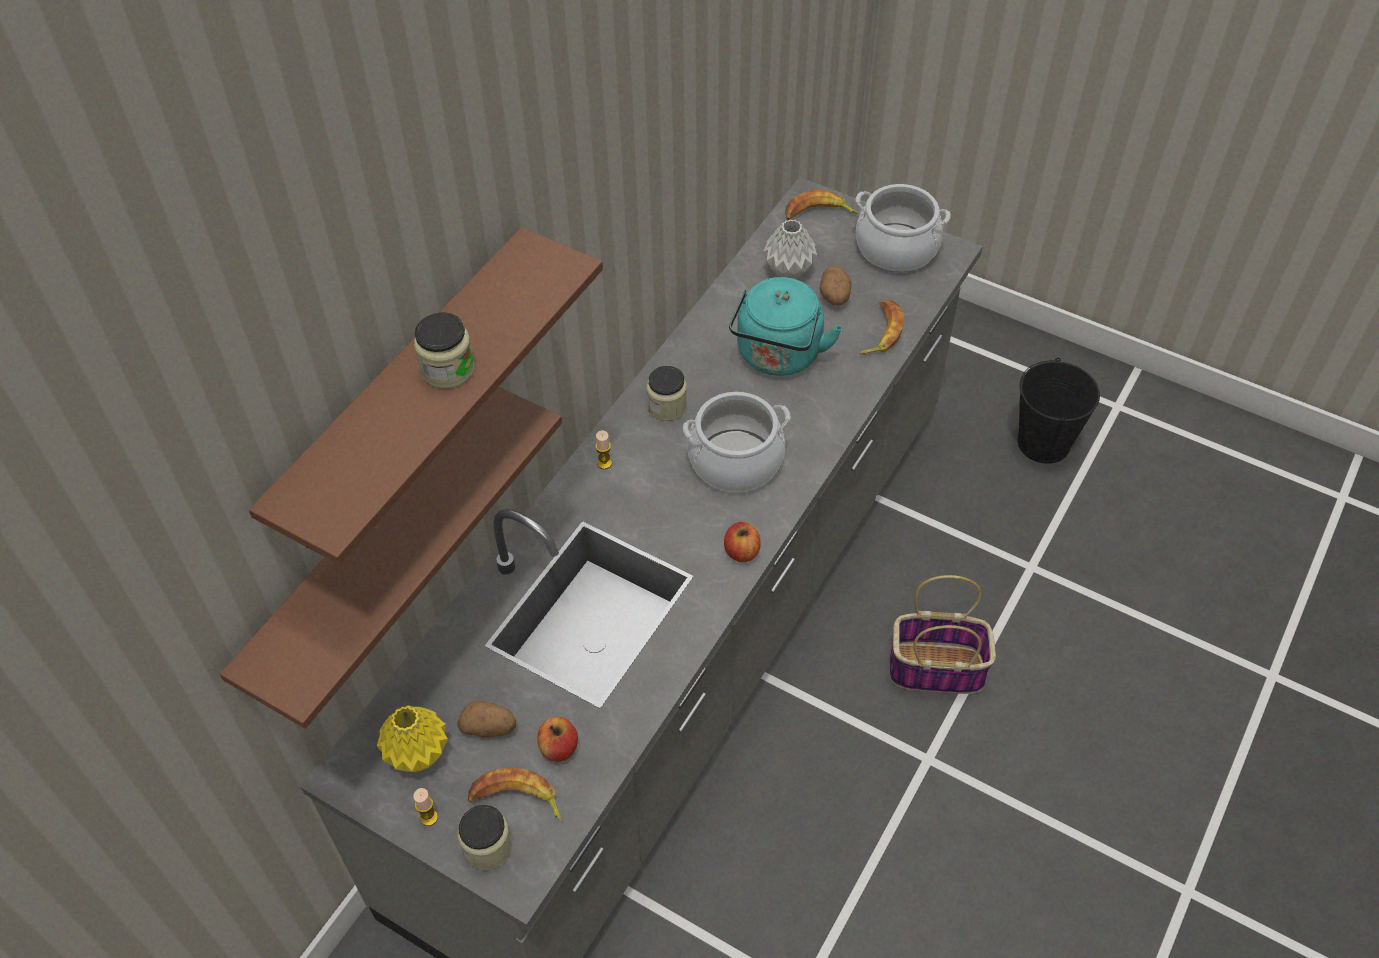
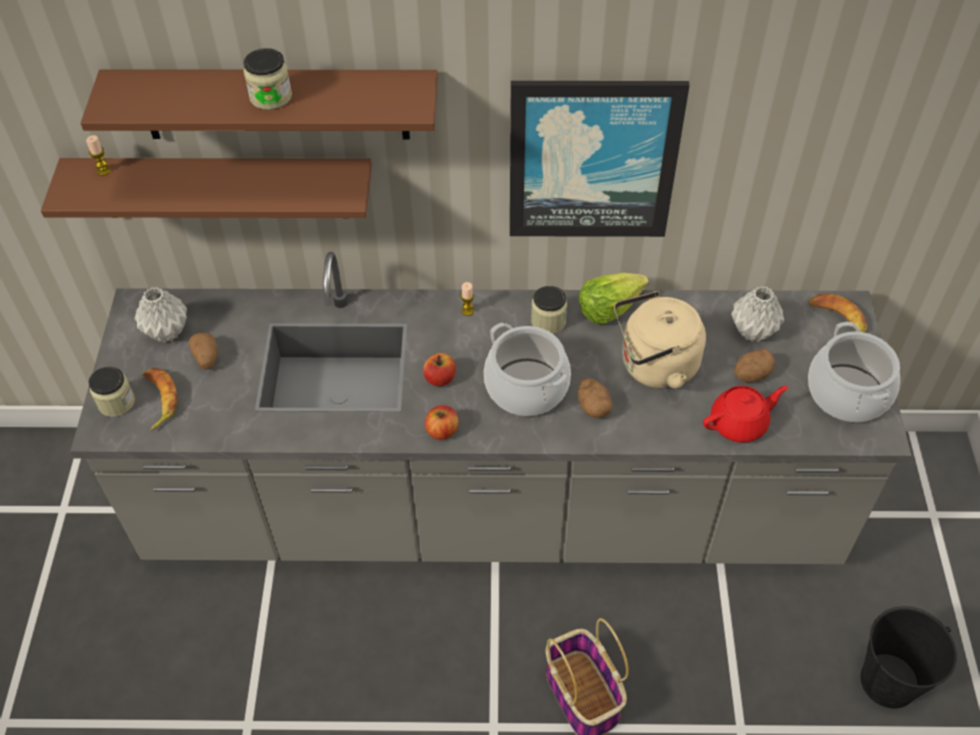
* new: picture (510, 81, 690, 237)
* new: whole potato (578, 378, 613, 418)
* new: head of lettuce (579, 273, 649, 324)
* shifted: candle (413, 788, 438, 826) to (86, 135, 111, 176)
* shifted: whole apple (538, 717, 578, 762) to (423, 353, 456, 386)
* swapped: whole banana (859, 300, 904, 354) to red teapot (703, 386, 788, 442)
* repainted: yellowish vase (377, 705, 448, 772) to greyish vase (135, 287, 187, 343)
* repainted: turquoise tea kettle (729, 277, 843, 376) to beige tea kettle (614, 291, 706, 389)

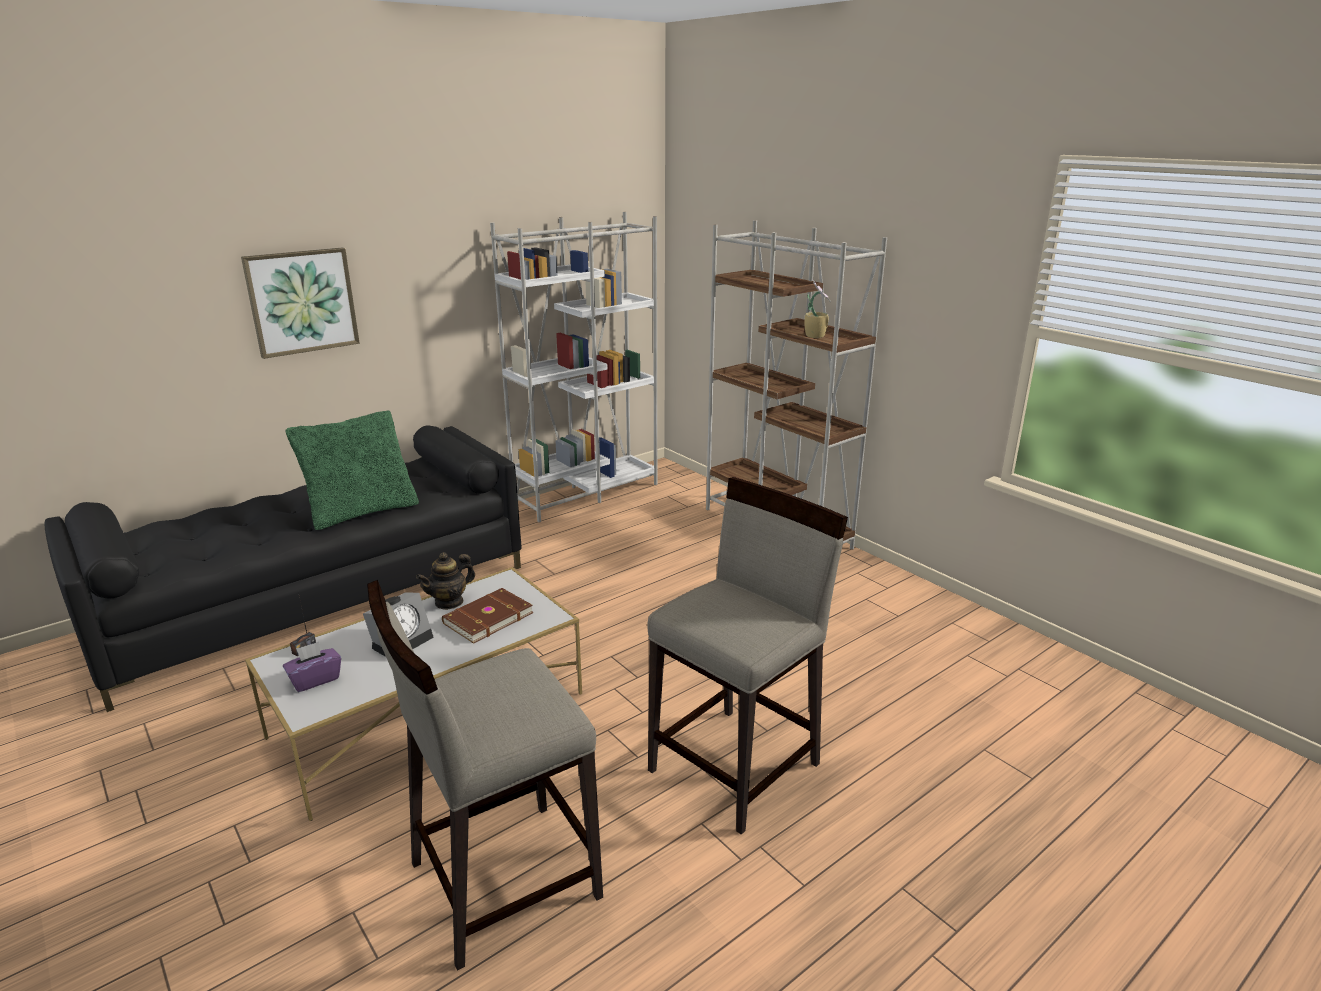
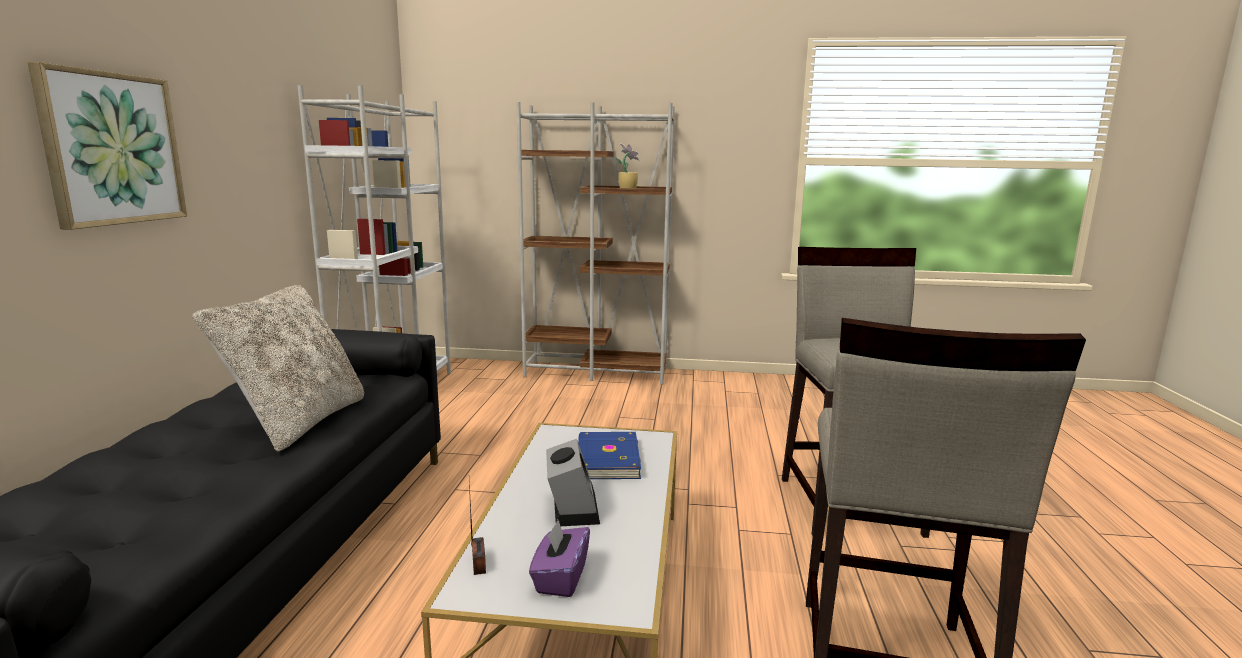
* gone: teapot (416, 552, 475, 610)
* repainted: green throw pillow (285, 411, 419, 530) to beige throw pillow (192, 285, 364, 451)
* repainted: brown-coloured book (442, 588, 533, 644) to blue-coloured book (578, 432, 641, 479)

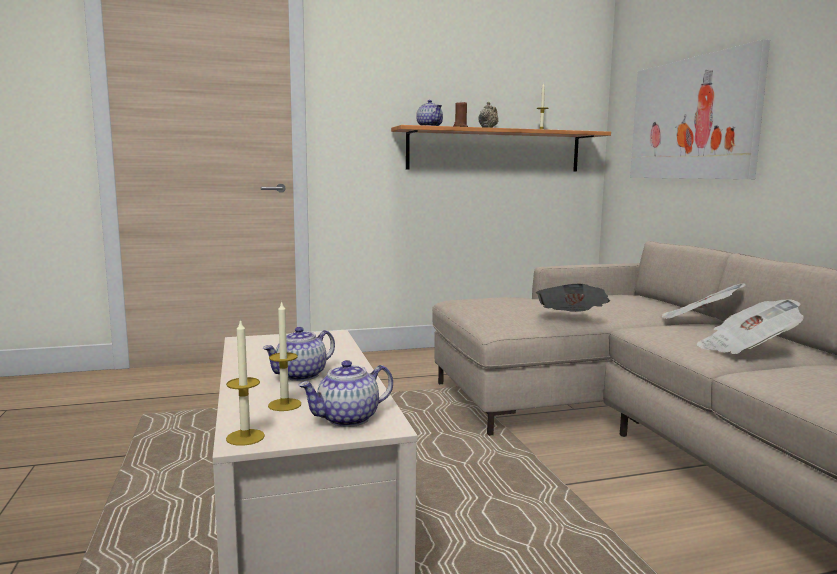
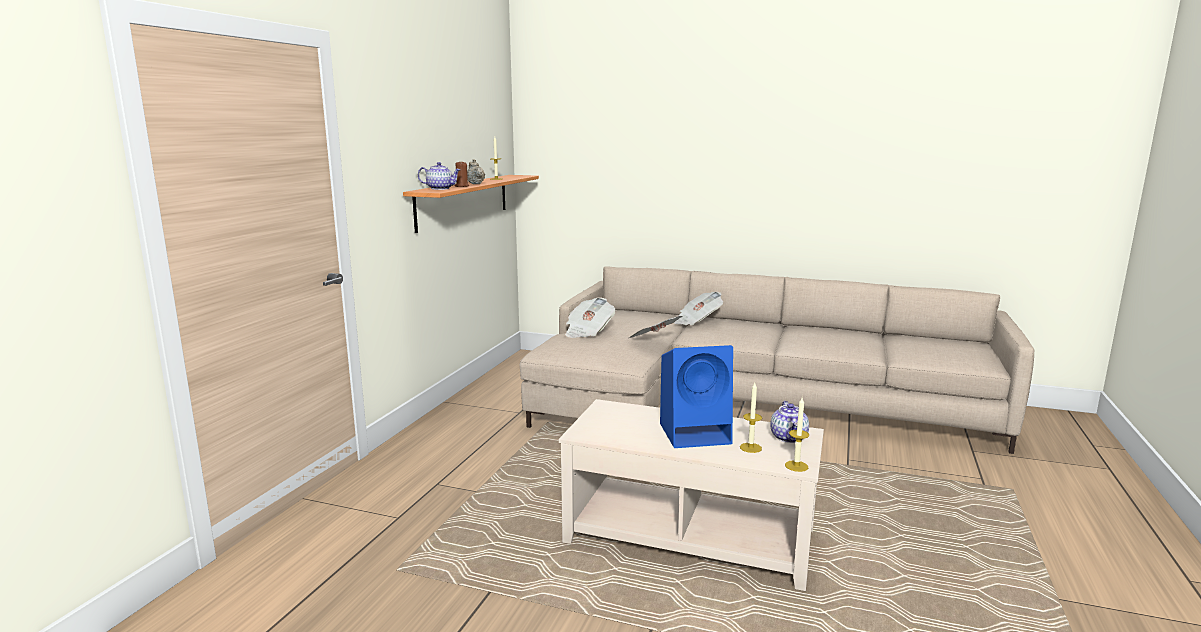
* gone: picture (630, 39, 770, 179)
* shifted: newspaper (697, 299, 804, 354) to (565, 297, 616, 338)
* swapped: teapot (262, 327, 335, 381) to blue-coloured loudspeaker (660, 345, 733, 448)

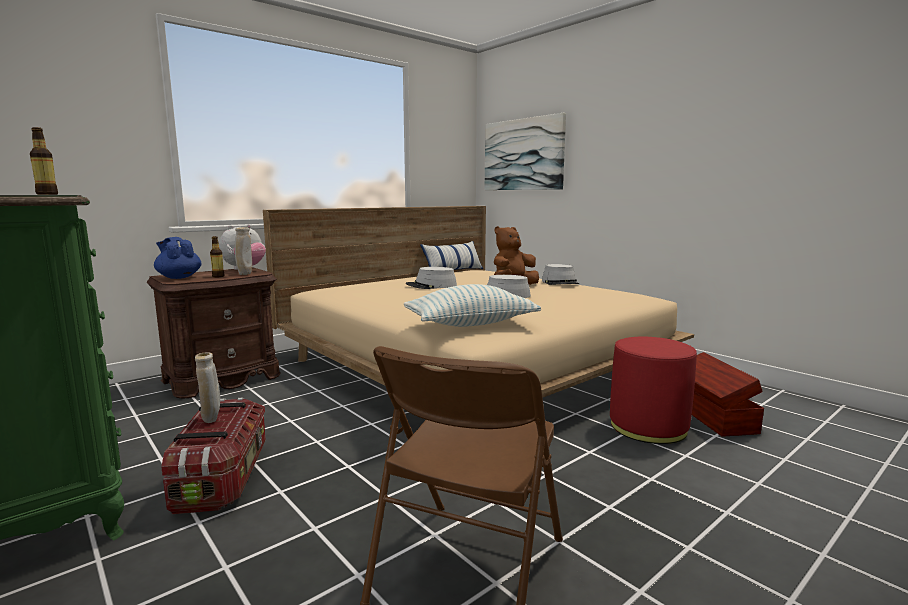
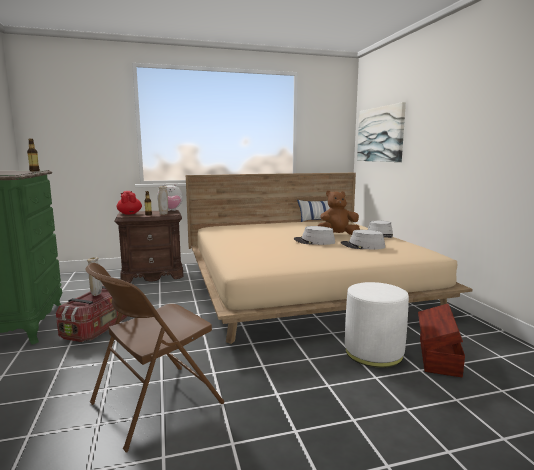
* gone: throw pillow (404, 284, 541, 327)
* shifted: greyish clothing hat (406, 267, 457, 289) to (341, 230, 385, 250)
* repainted: blue-coloured teapot (154, 237, 201, 279) to red teapot (117, 191, 142, 215)
* repainted: red pouffe (610, 337, 697, 444) to white pouffe (345, 282, 409, 368)

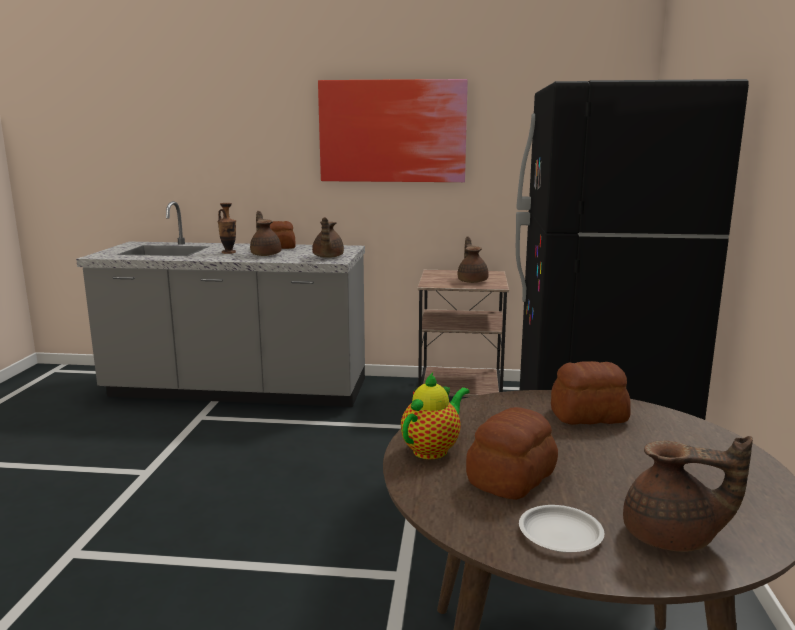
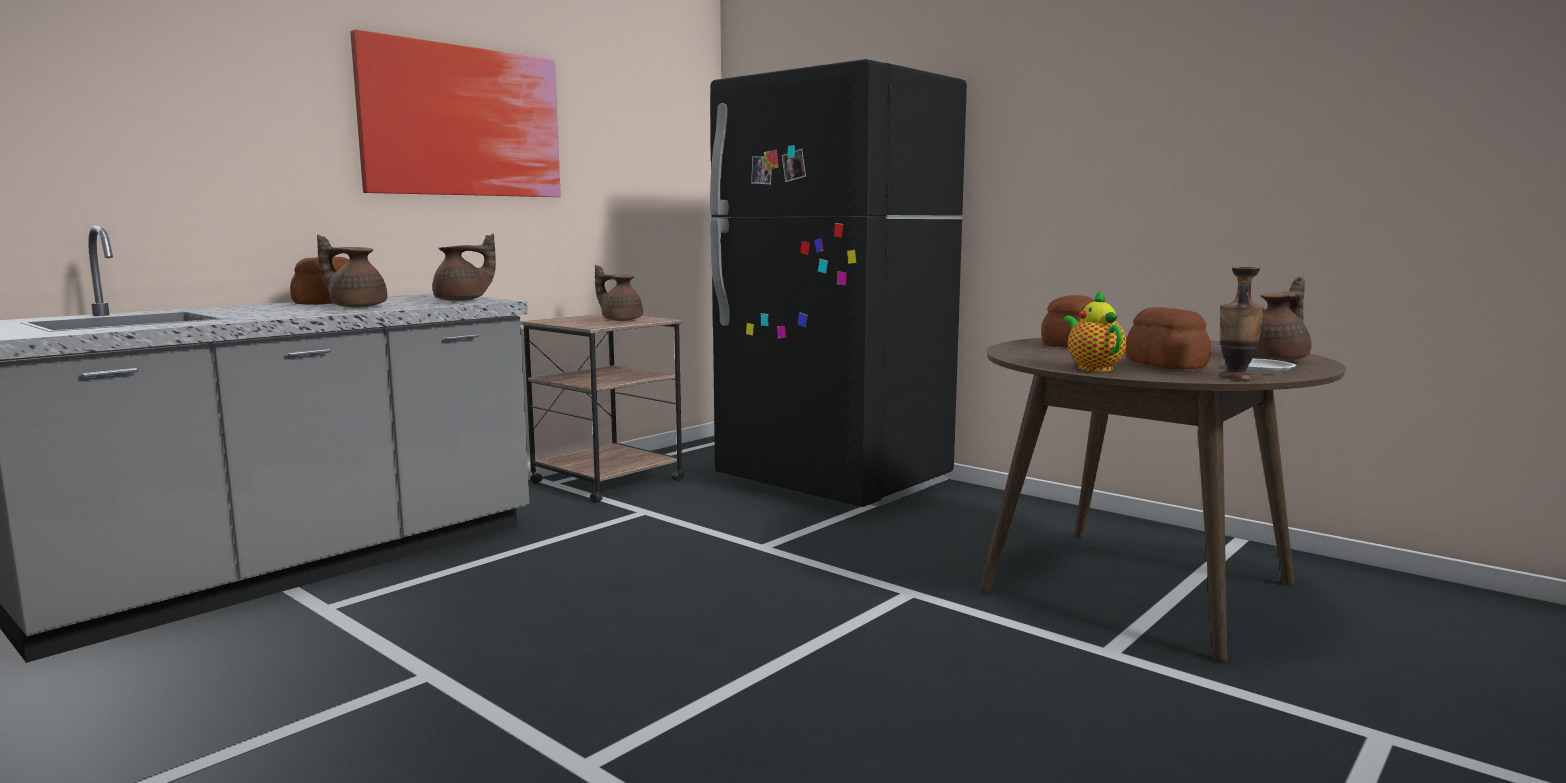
* shifted: vase (218, 203, 236, 254) to (1219, 267, 1265, 380)
* rotated: brown-coloured teapot (312, 217, 344, 258) = (433, 234, 496, 301) 60 degrees counterclockwise

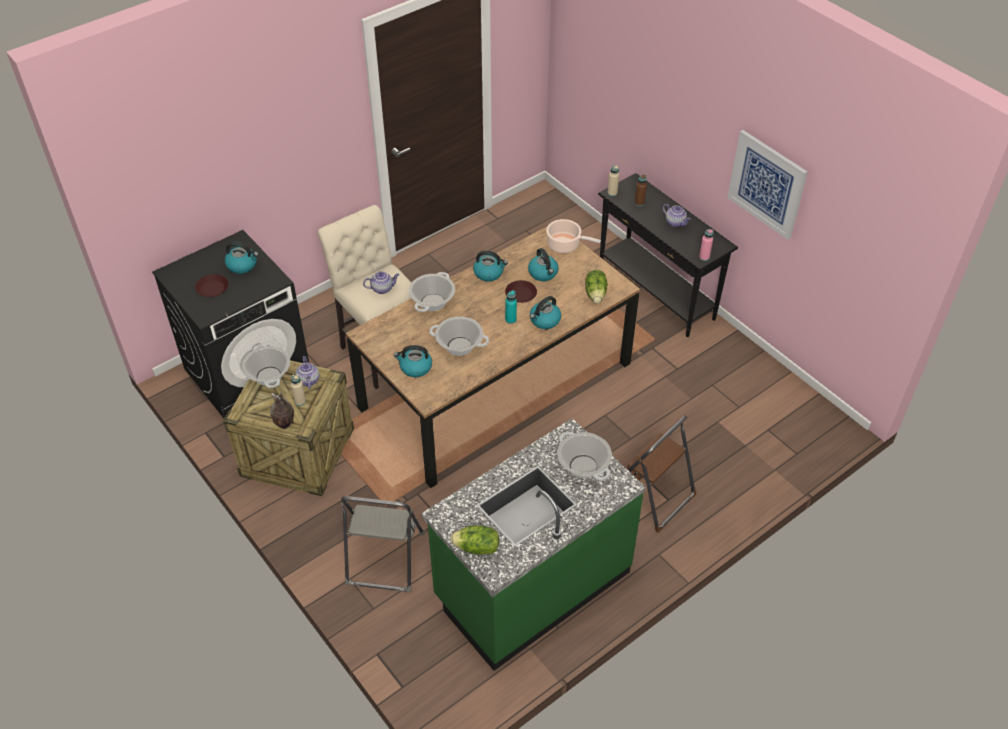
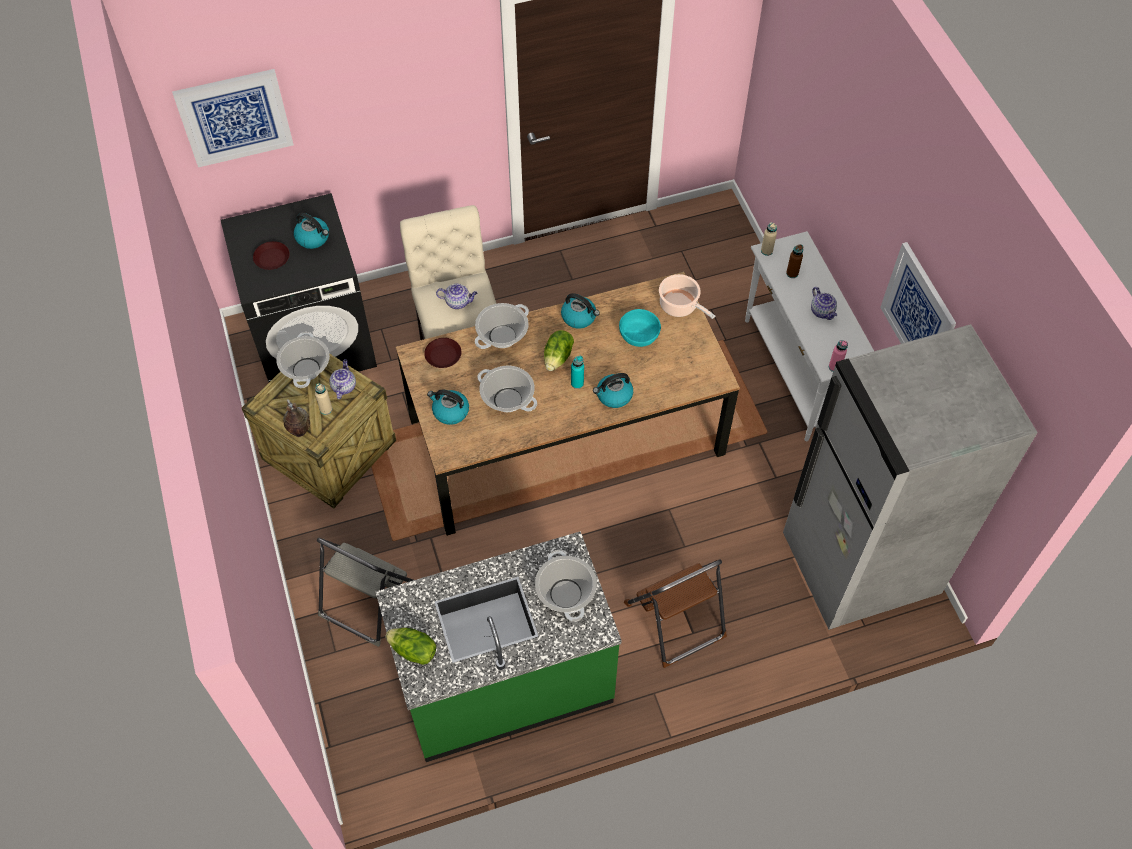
* new: picture (172, 69, 294, 167)
* new: greyish kitchen fridge (783, 324, 1038, 630)
* shifted: brown-coloured flat dish (505, 280, 537, 303) to (424, 338, 461, 368)
* shifted: head of lettuce (585, 270, 608, 303) to (544, 330, 574, 371)
* swapped: tea kettle (528, 248, 559, 281) to turquoise serving bowl (619, 309, 661, 347)
* repainted: blackish narrow table (598, 173, 738, 337) to white narrow table (745, 231, 874, 442)

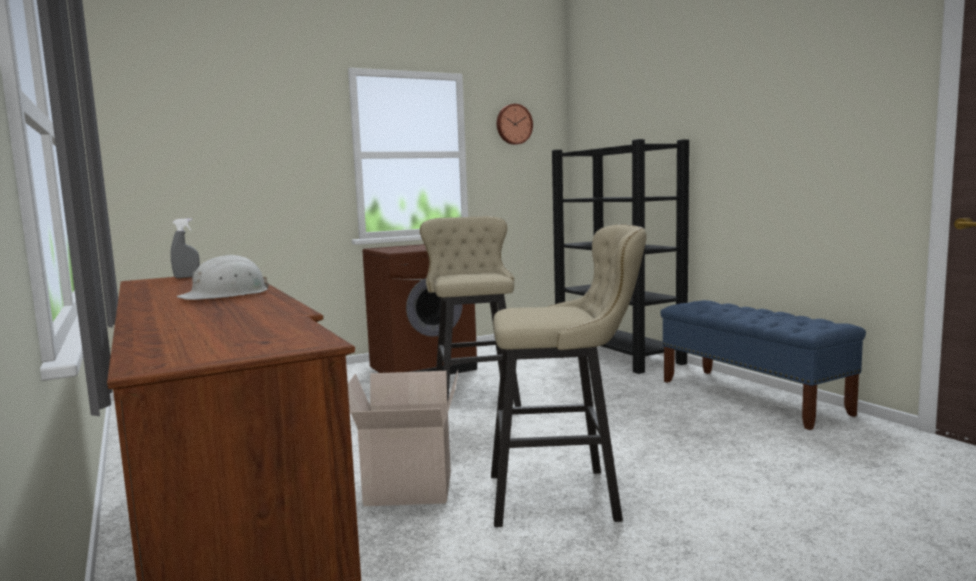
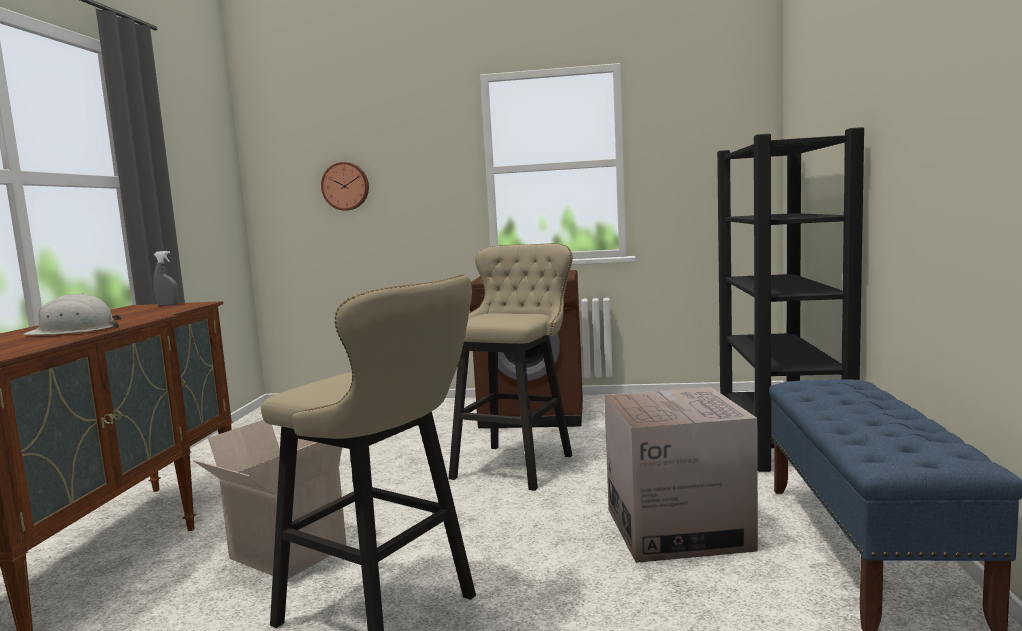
* new: carton (604, 387, 758, 563)
* shifted: hanging clock (497, 104, 533, 145) to (321, 162, 369, 211)

